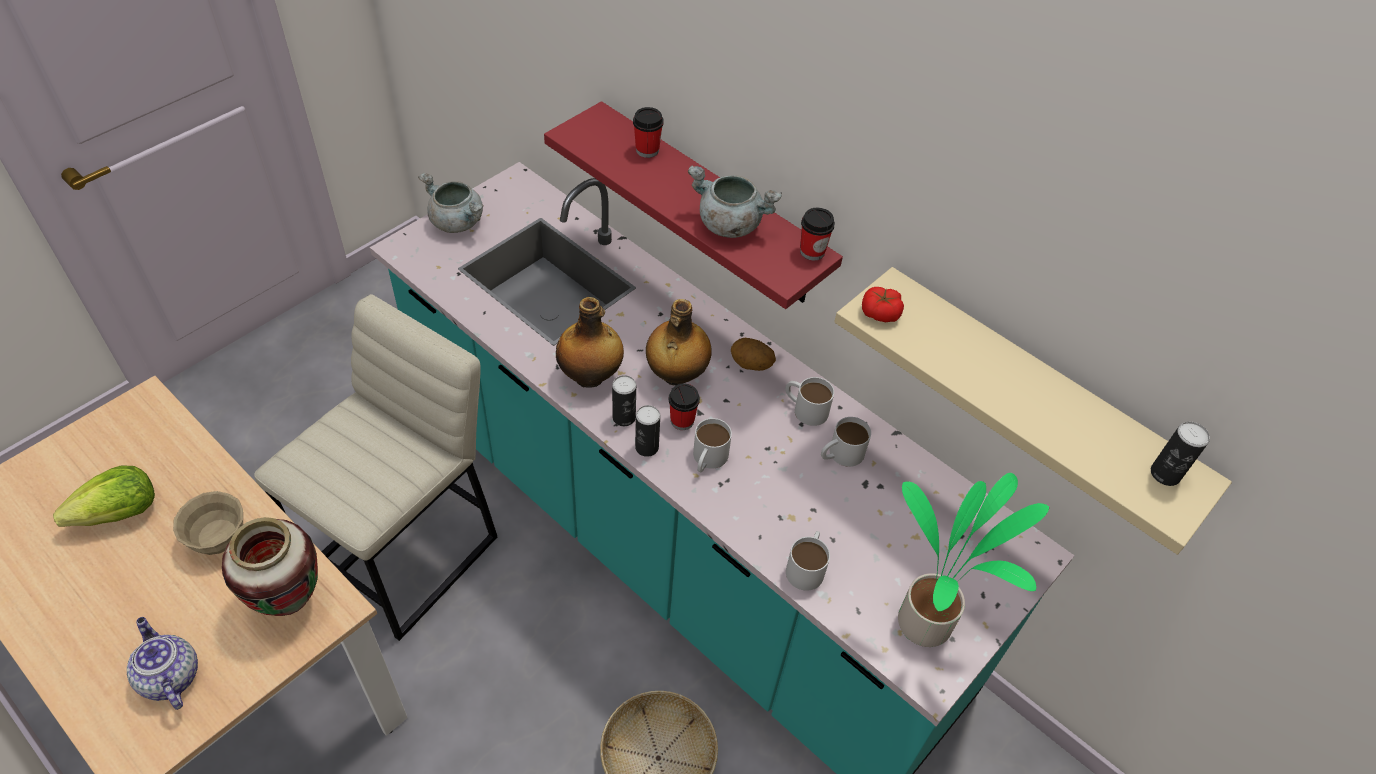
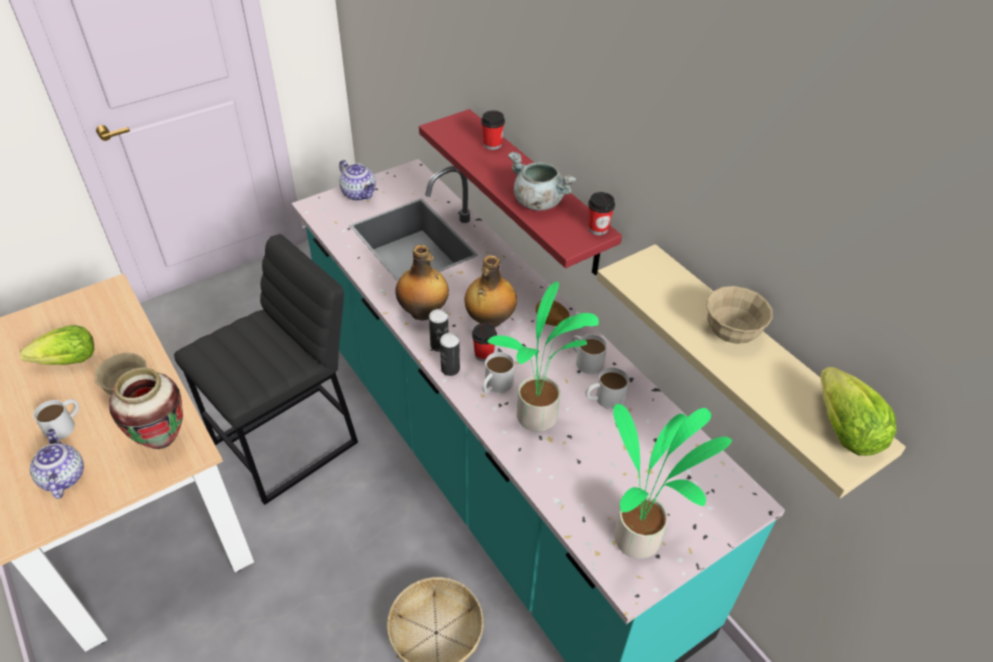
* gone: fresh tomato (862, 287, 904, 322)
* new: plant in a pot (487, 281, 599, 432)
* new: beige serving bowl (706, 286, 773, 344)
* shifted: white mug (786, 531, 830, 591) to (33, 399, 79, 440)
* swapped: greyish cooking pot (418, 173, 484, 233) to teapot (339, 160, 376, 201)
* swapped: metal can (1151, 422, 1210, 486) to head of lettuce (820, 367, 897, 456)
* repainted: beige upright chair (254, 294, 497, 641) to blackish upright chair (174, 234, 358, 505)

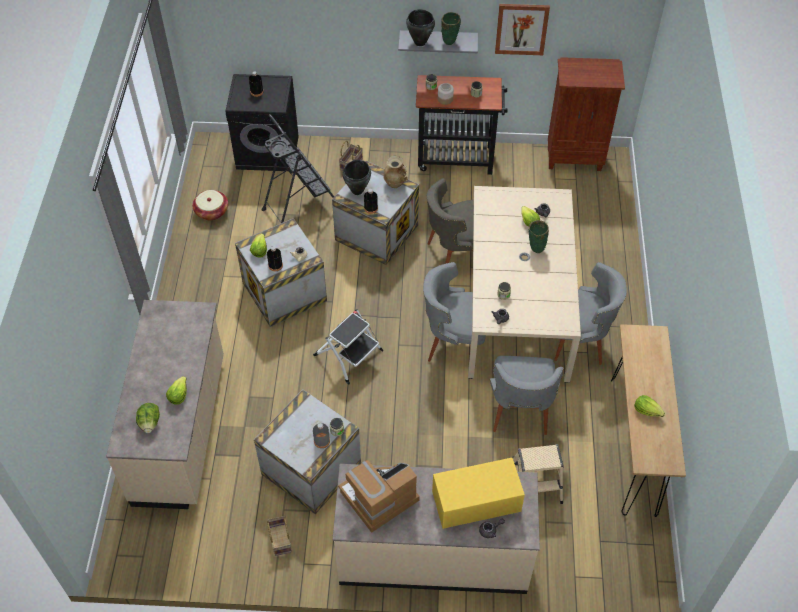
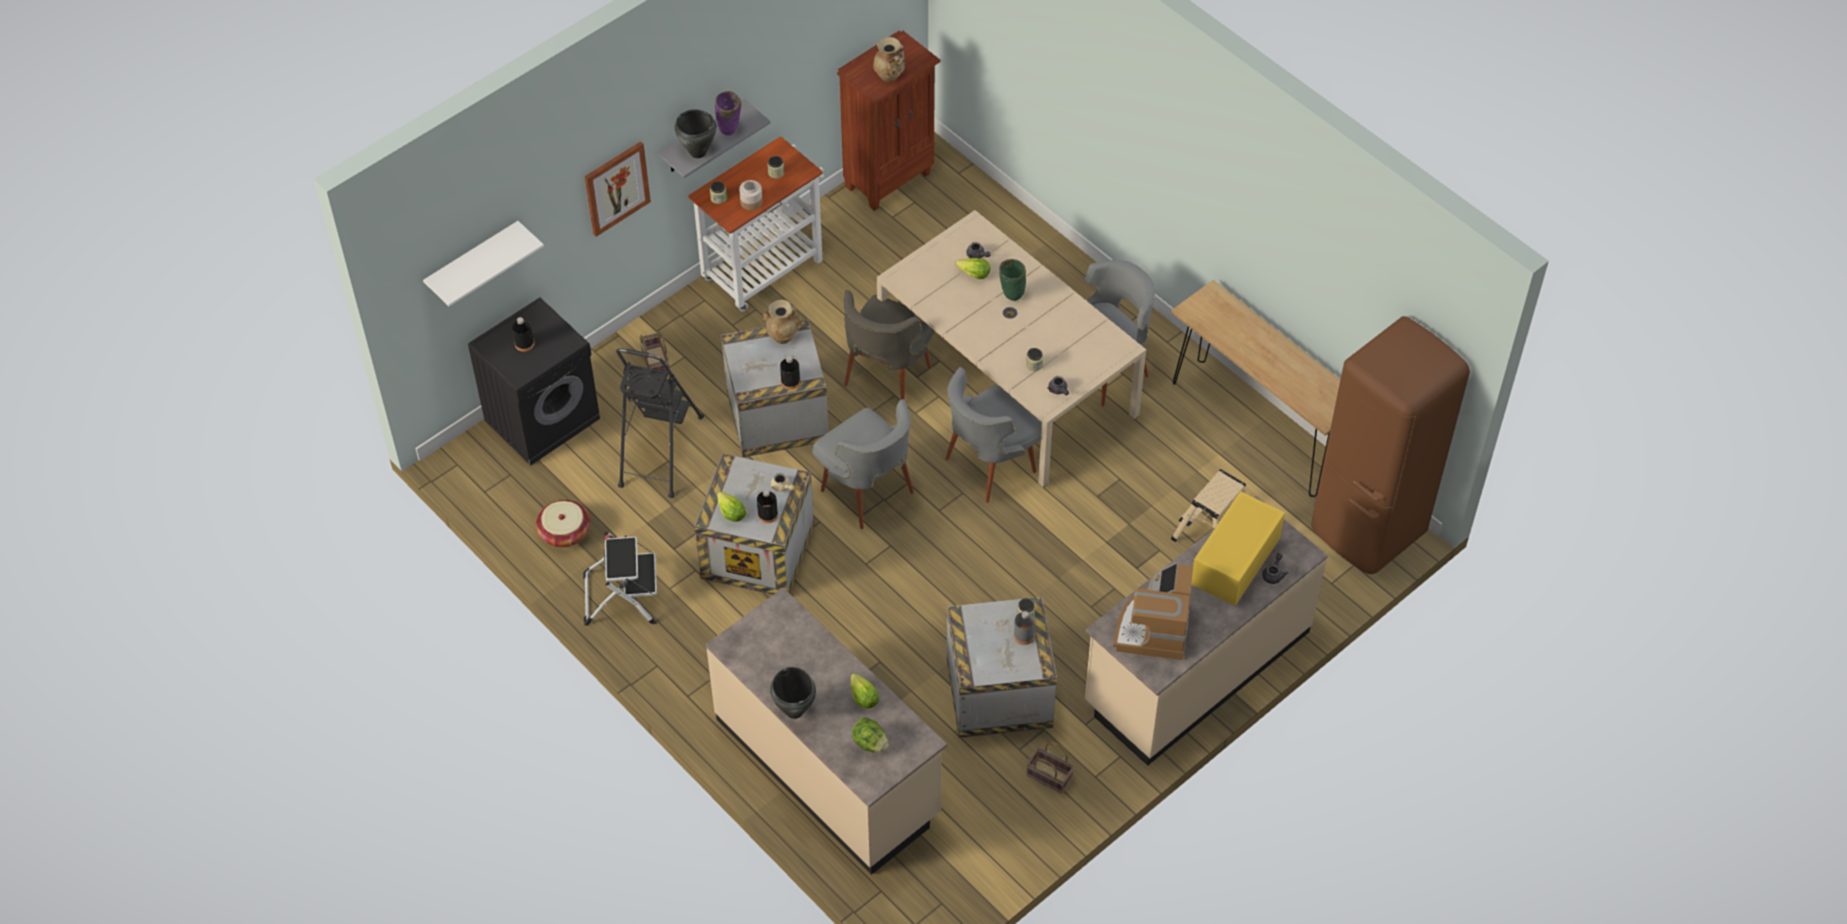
* gone: head of lettuce (634, 395, 665, 417)
* new: white bracket shelf (423, 221, 544, 306)
* new: beige vase (873, 37, 906, 82)
* new: brown-coloured kitchen fridge (1311, 316, 1470, 574)
* shifted: step ladder (313, 309, 383, 385) to (583, 532, 657, 626)
* shifted: blackish cooking pot (342, 160, 371, 195) to (770, 667, 816, 719)
* shifted: greyish upright chair (490, 356, 564, 435) to (812, 399, 914, 529)
* shifted: picture (495, 4, 550, 55) to (584, 141, 651, 237)
* repainted: blackish cart (416, 75, 508, 175) to white cart (688, 137, 825, 312)
* repainted: green vase (441, 12, 461, 45) to purple-coloured vase (715, 91, 741, 135)

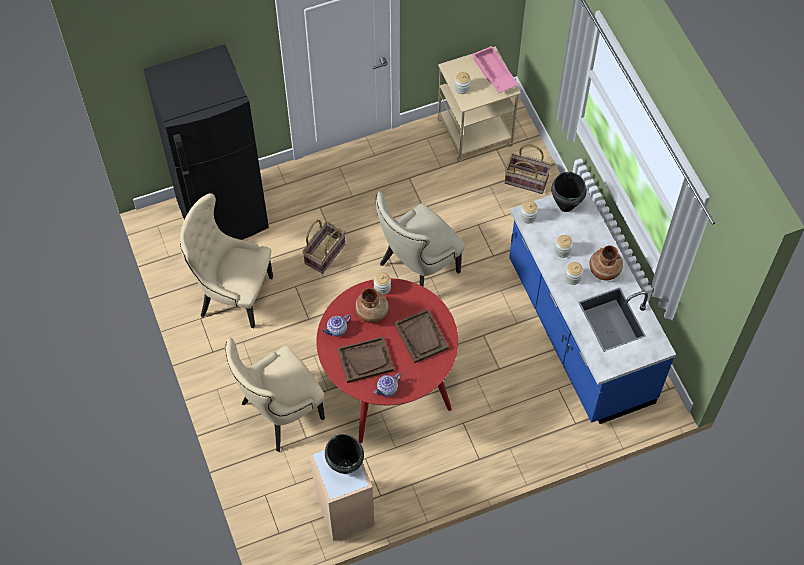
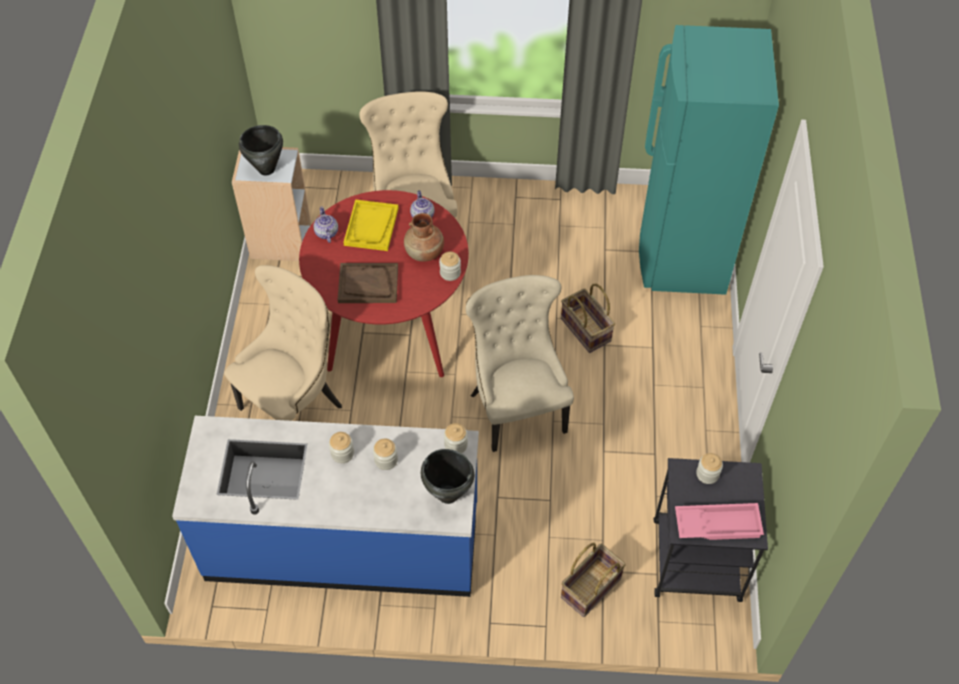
* gone: brown-coloured vase (590, 245, 623, 281)
* shifted: beige upright chair (180, 193, 273, 328) to (224, 265, 342, 421)
* repainted: blackish kitchen fridge (144, 44, 269, 240) to turquoise kitchen fridge (639, 25, 779, 295)
* repainted: brown-coloured serving tray (337, 336, 394, 383) to yellowish serving tray (343, 199, 399, 251)
* repainted: beige cart (437, 46, 521, 162) to blackish cart (653, 458, 768, 602)

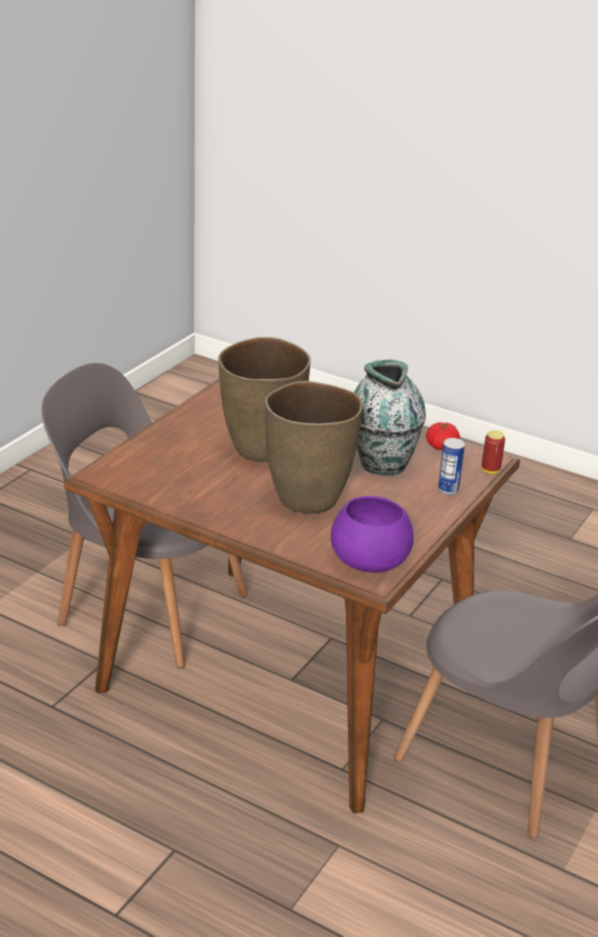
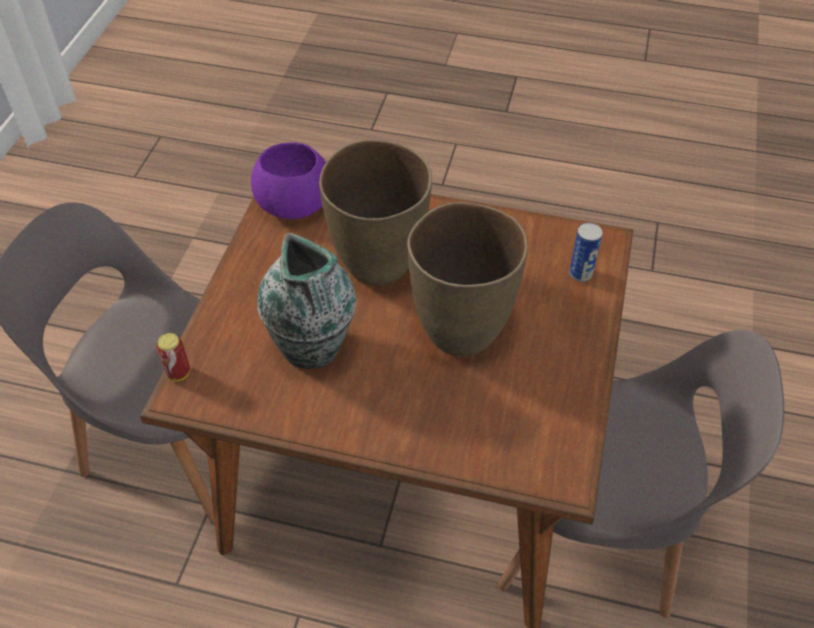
* gone: fresh tomato (426, 422, 460, 450)
* shifted: metal can (438, 438, 465, 495) to (569, 223, 603, 282)

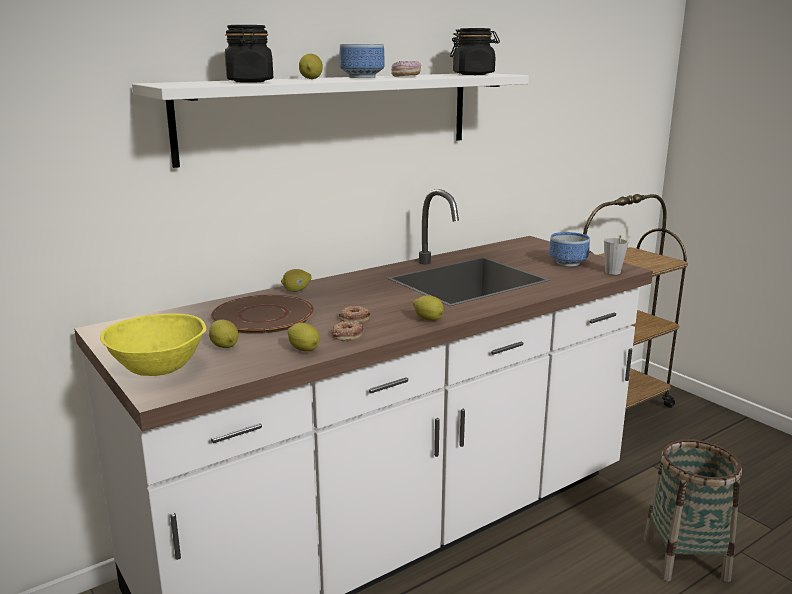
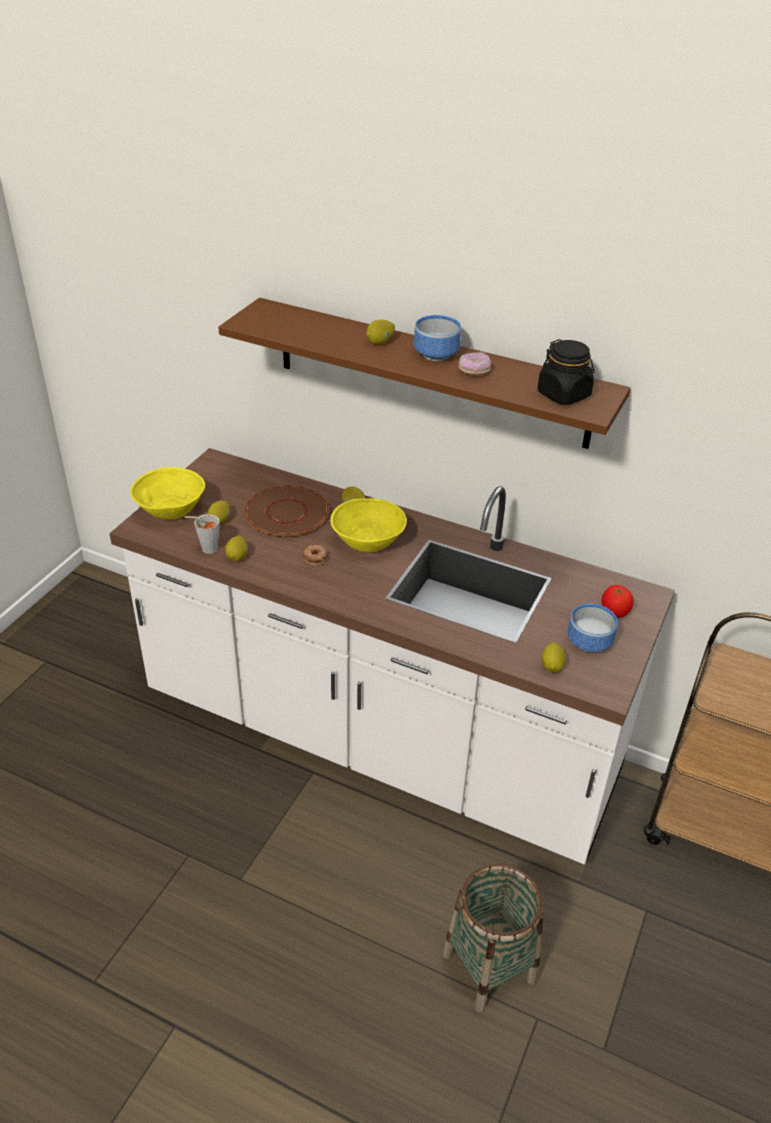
* gone: blackish preserve jar (225, 25, 273, 82)
* gone: doughnut (331, 321, 364, 341)
* new: yellowish serving bowl (330, 498, 407, 552)
* new: fresh tomato (601, 585, 633, 618)
* shifted: citrus fruit (413, 295, 444, 321) to (542, 642, 566, 672)
* shifted: greyish drinking cup (604, 234, 629, 275) to (185, 514, 220, 554)
* repainted: white bracket shelf (132, 73, 529, 168) to brown-coloured bracket shelf (218, 298, 630, 449)

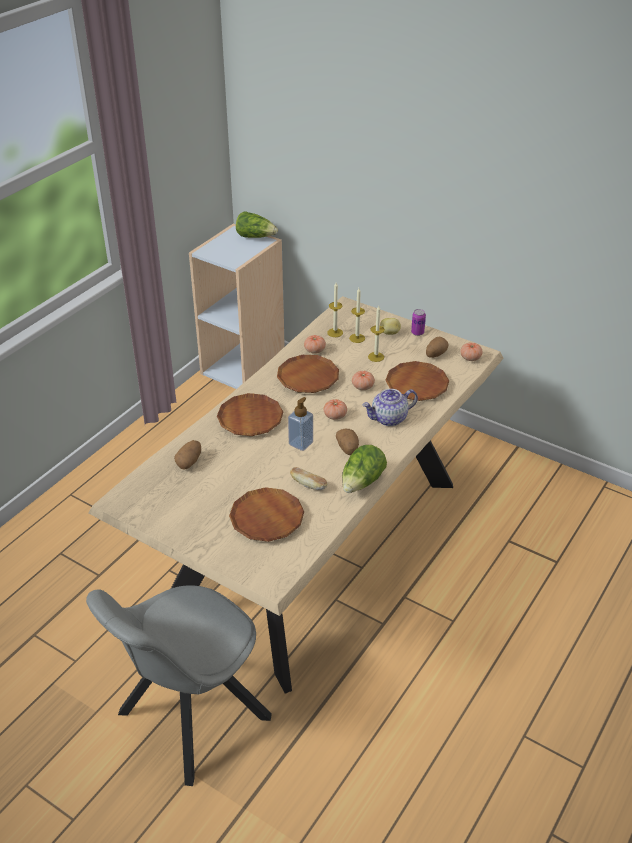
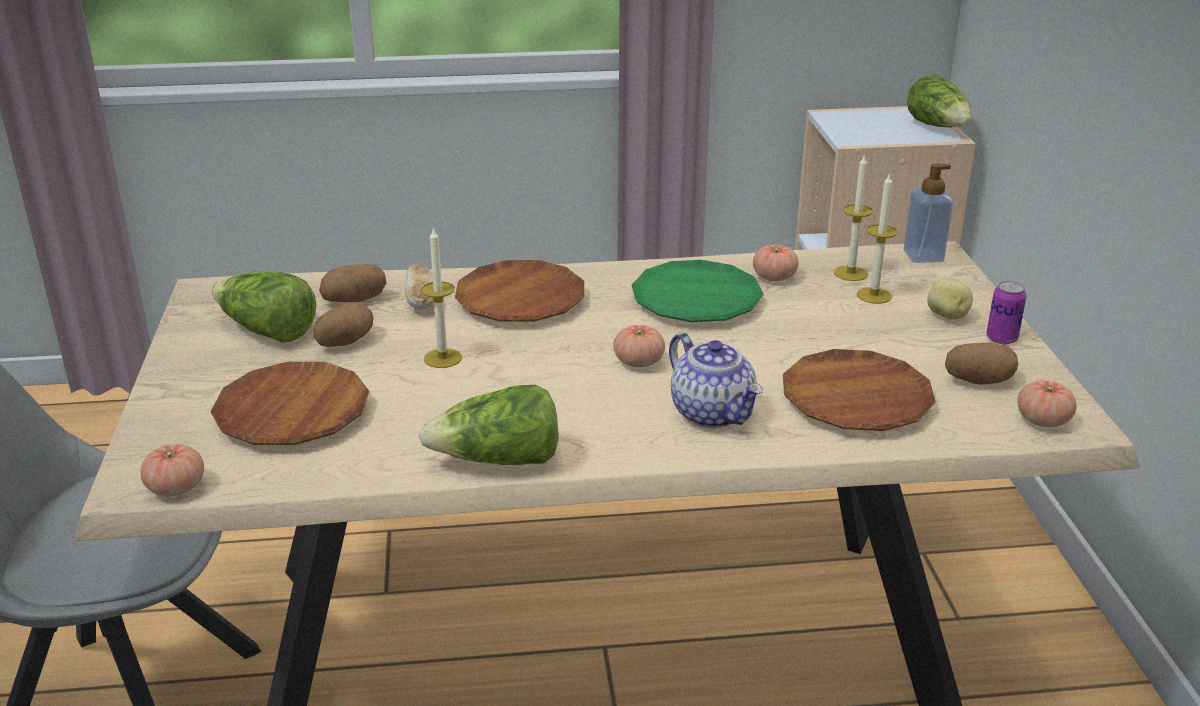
* new: head of lettuce (211, 272, 316, 343)
* shifted: soap dispenser (288, 397, 313, 451) to (903, 164, 953, 263)
* shifted: baked bread (290, 467, 327, 490) to (405, 264, 434, 310)
* shifted: whole potato (336, 429, 359, 455) to (313, 302, 374, 347)
* shifted: fresh tomato (352, 371, 375, 390) to (140, 444, 204, 496)
* shifted: candle (368, 306, 385, 362) to (421, 227, 462, 368)
* repainted: brown-coloured flat dish (277, 355, 339, 393) to green flat dish (631, 260, 763, 322)
* rotated: teapot (363, 389, 418, 426) = (669, 333, 763, 428) 150 degrees counterclockwise

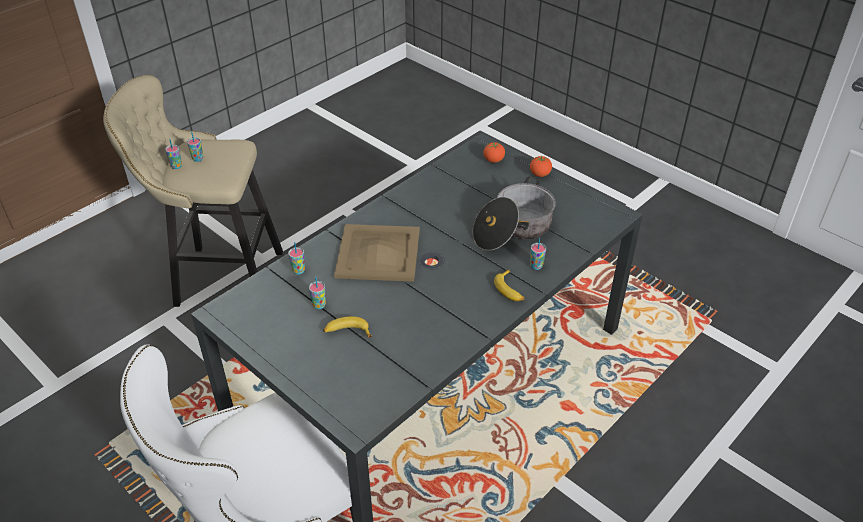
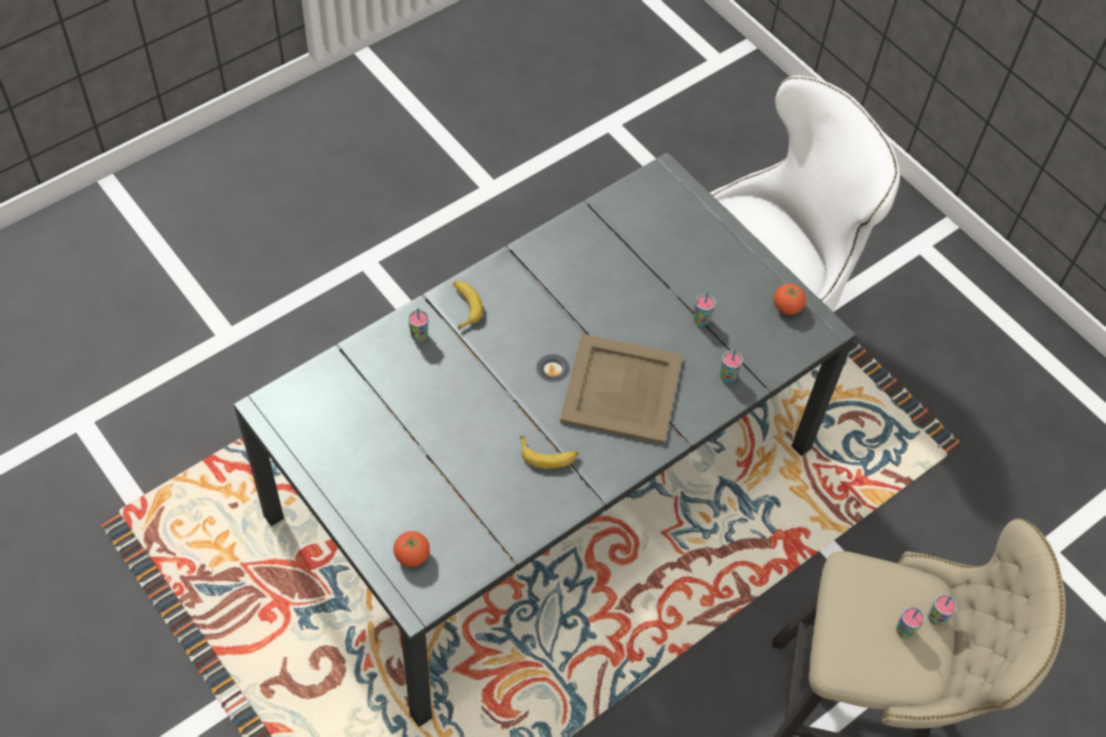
* gone: cooking pot (473, 176, 556, 251)
* shifted: whole banana (323, 316, 372, 337) to (520, 436, 579, 469)
* shifted: fresh tomato (530, 156, 552, 177) to (774, 284, 806, 315)

